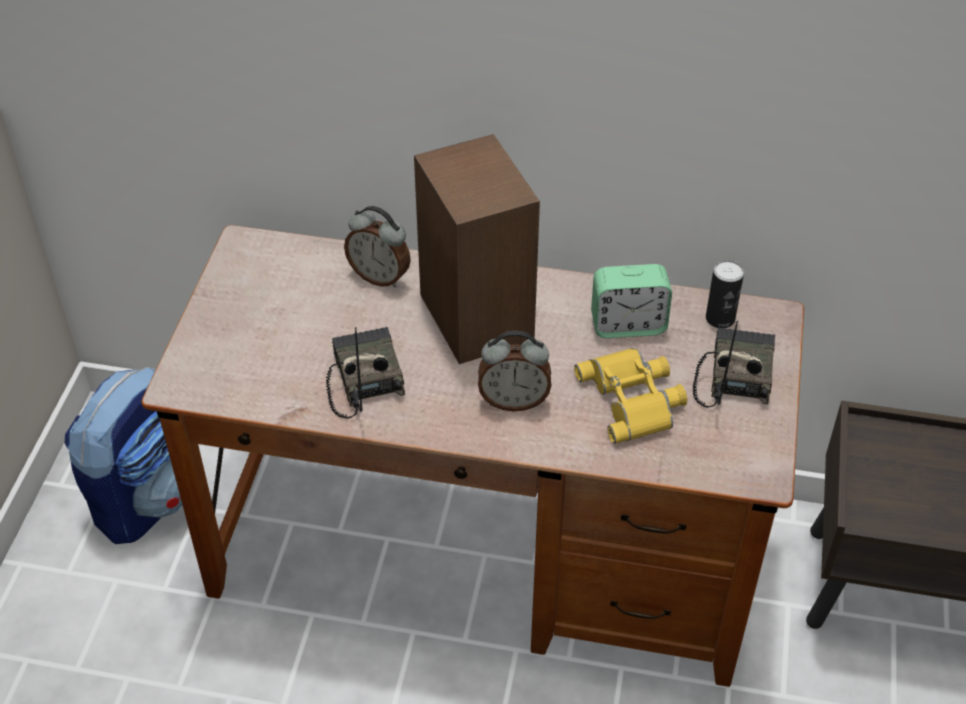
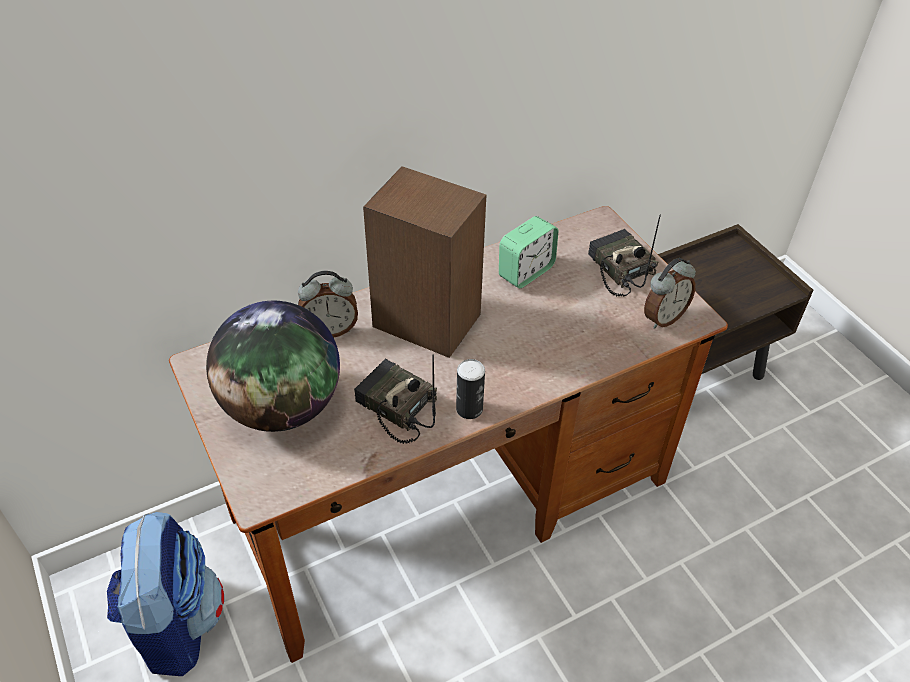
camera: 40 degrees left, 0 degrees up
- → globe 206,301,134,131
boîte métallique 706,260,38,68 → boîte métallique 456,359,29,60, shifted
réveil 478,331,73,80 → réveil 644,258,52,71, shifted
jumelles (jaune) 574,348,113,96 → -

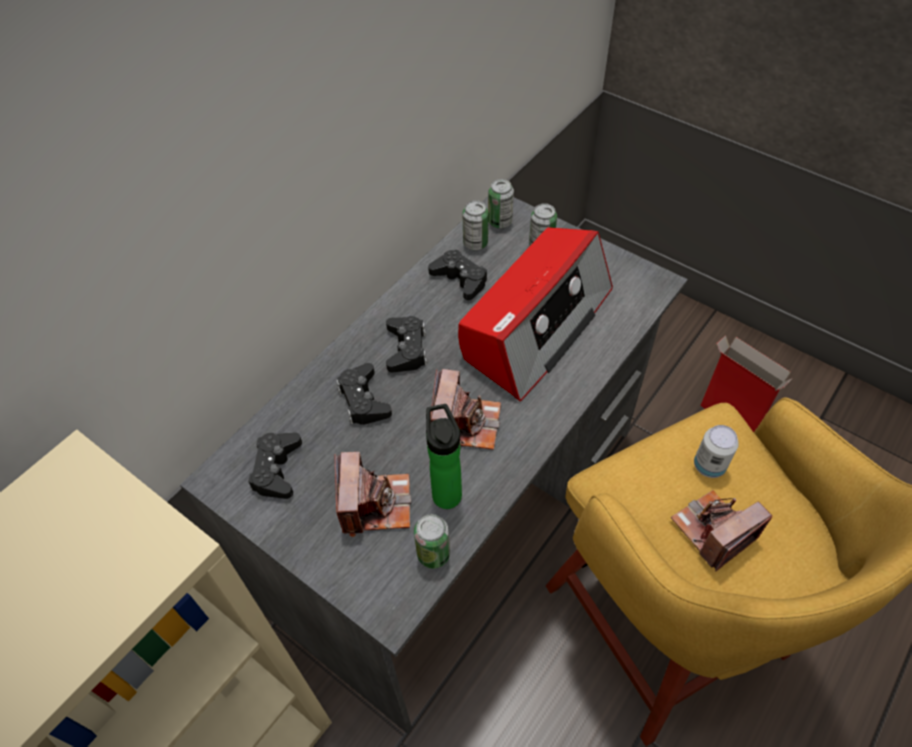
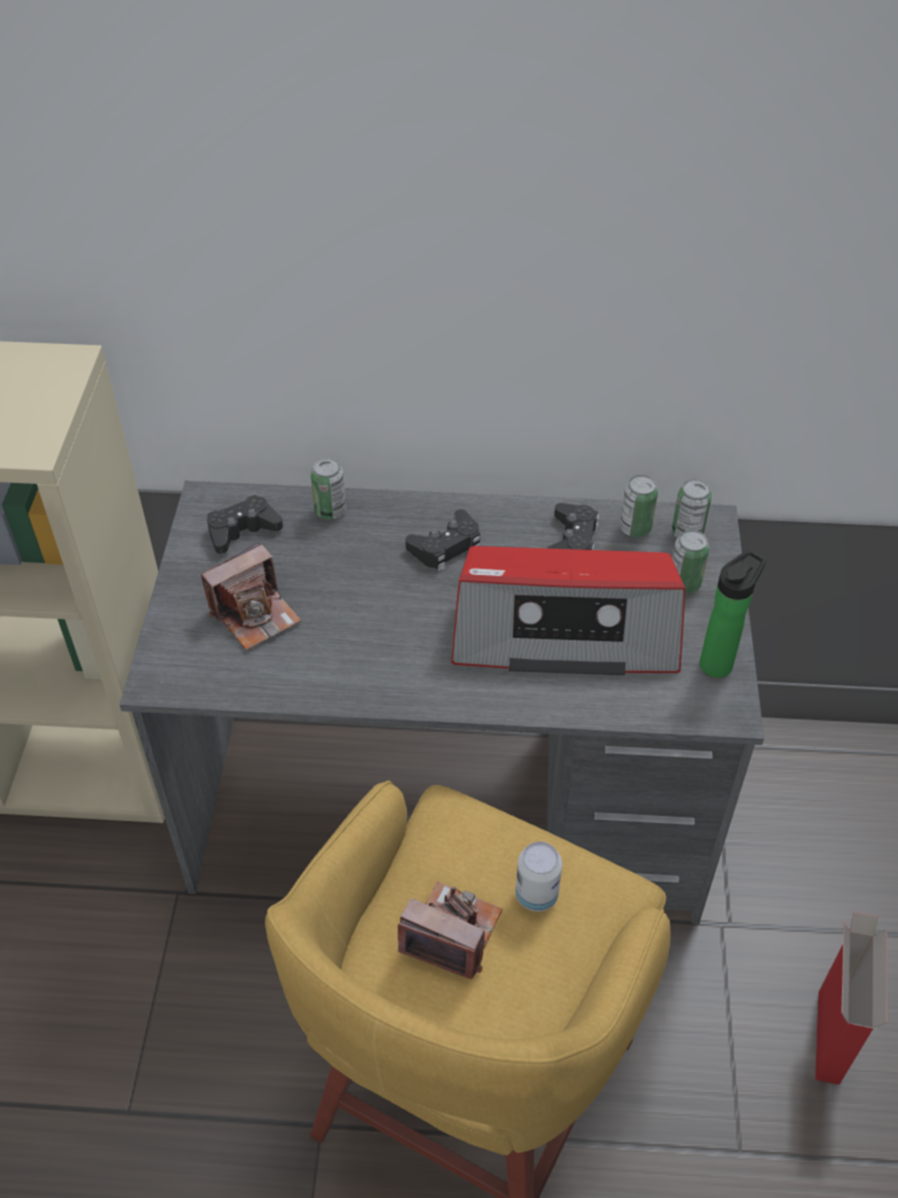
camera: 55 degrees right, 5 degrees down
boîte métallique 414,514,36,55 → boîte métallique 311,458,35,62, shifted
bouteille 426,404,36,105 → bouteille 700,549,67,129, shifted
manette (noir) 336,363,56,62 → -
appareil photo 430,369,71,81 → -

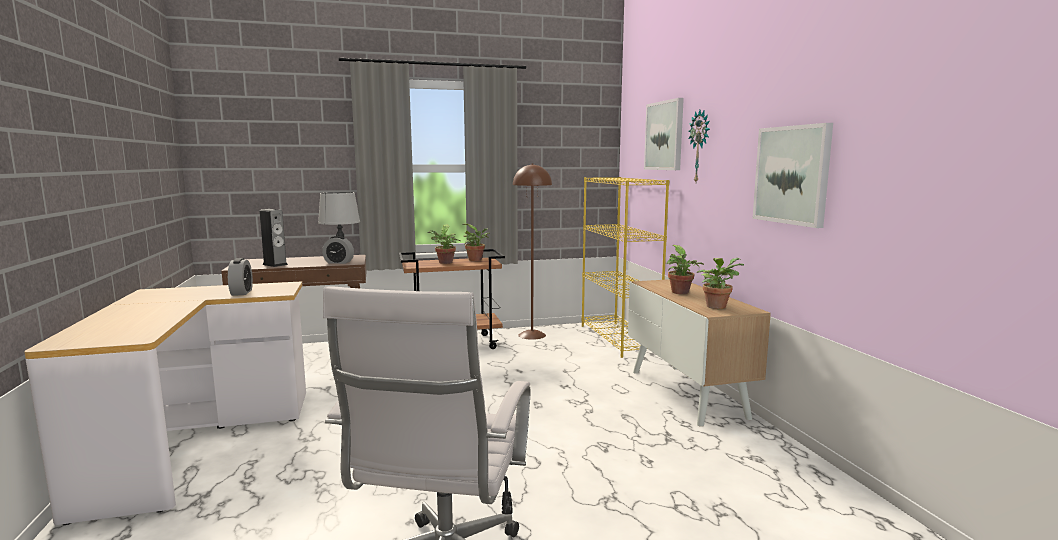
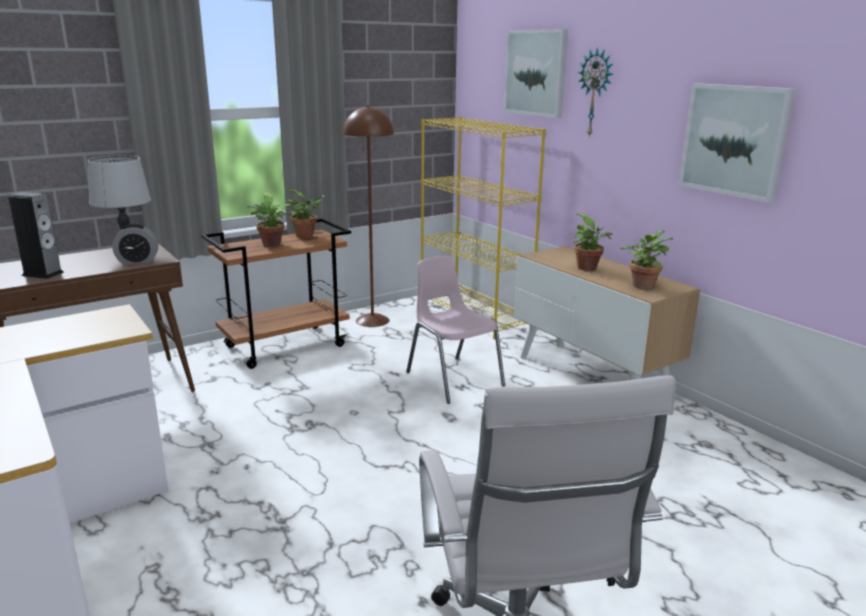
camera: 20 degrees left, 10 degrees up
- → chaise (rose) 406,256,99,148
réveil 228,258,25,38 → -

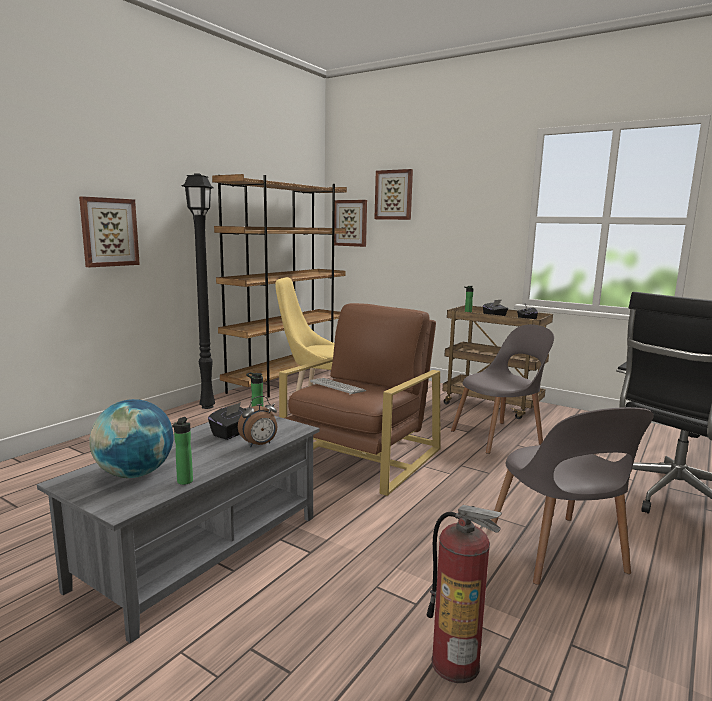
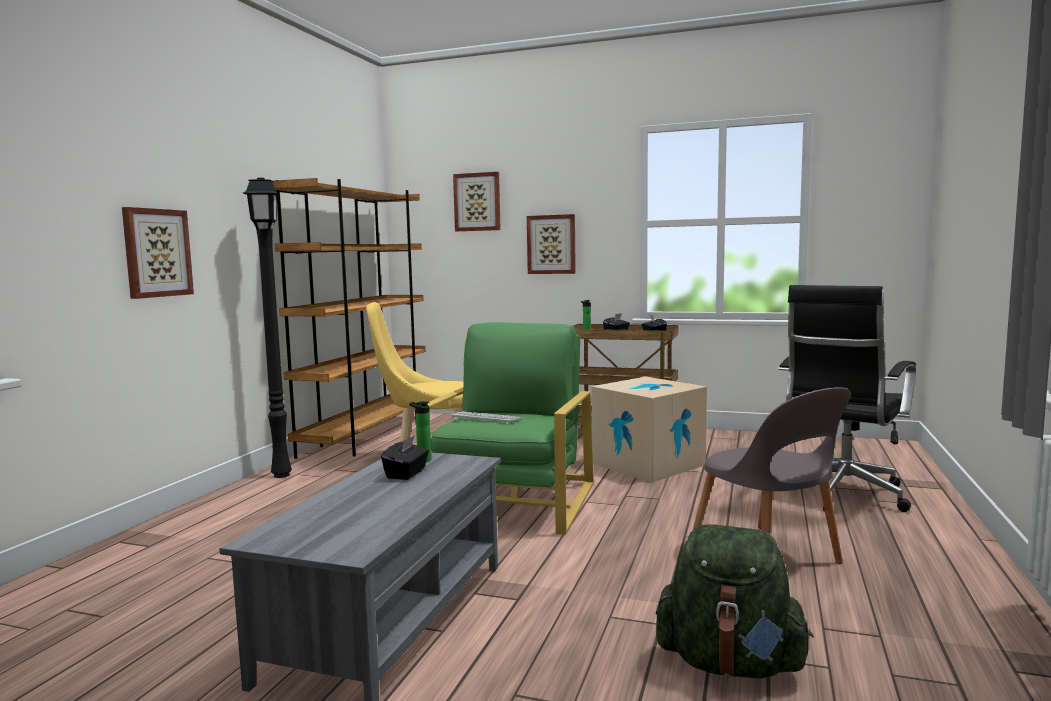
camera: 15 degrees left, 5 degrees down
fauteuil (marron) 279,303,162,193 → fauteuil (vert) 415,322,179,213
tableau 334,200,33,47 → tableau 527,214,49,60, shifted
chaise (gris) 451,324,103,130 → carton 592,376,115,106
extincteur 427,505,75,178 → sac à dos (vert) 656,524,158,155
globe 89,399,84,79 → -
bouteille 172,417,21,68 → -
réveil 238,396,39,51 → -

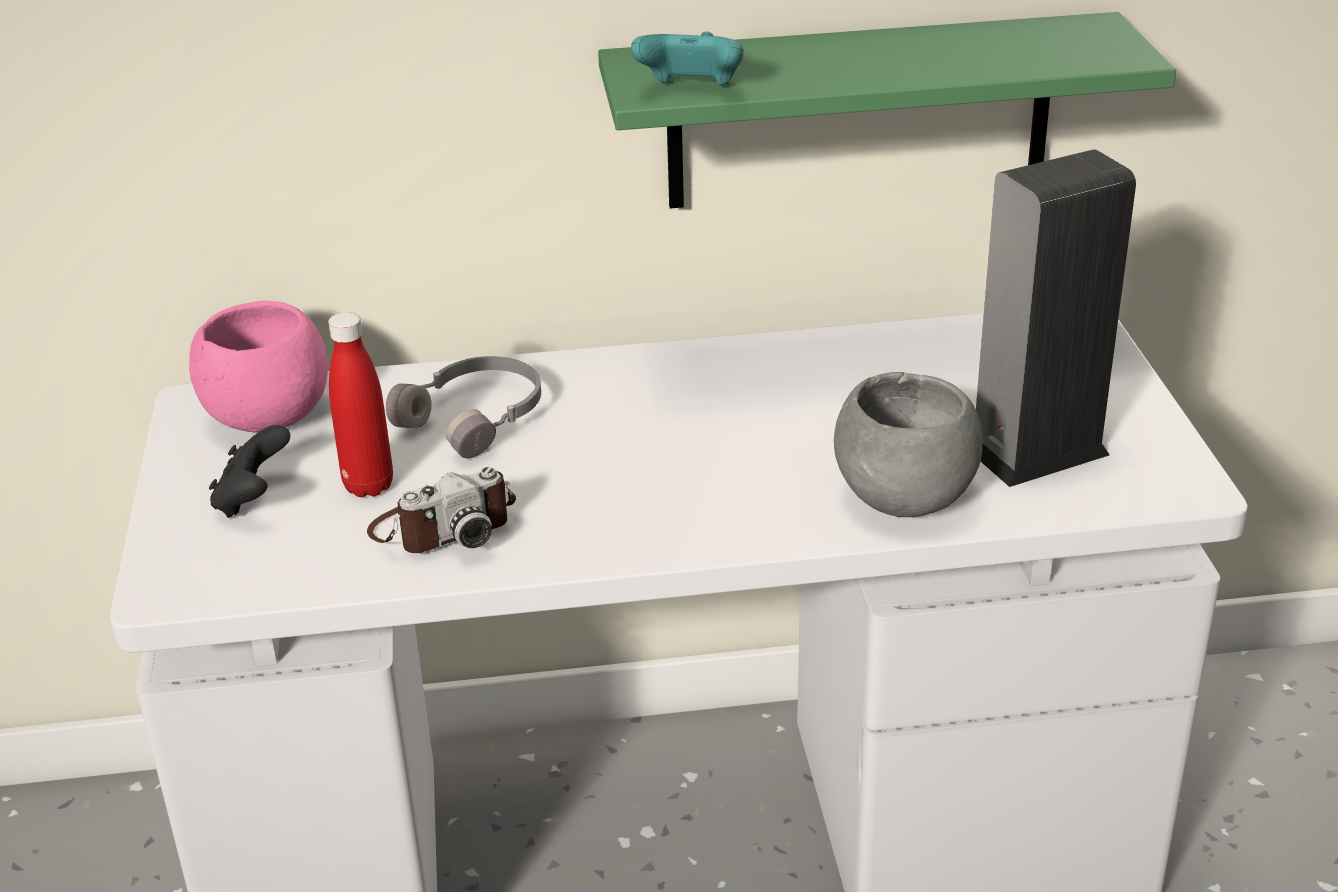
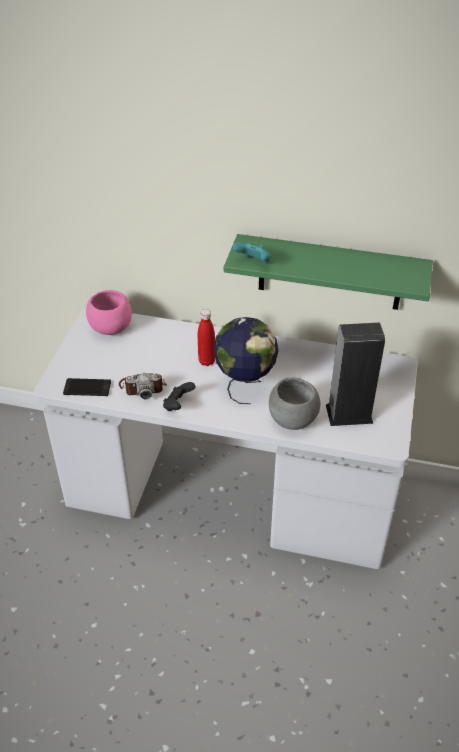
camera: 20 degrees right, 10 degrees up
- → téléphone 63,378,48,18
manette (noir) 209,425,81,93 → manette (noir) 163,382,33,29, shifted
bouteille (rouge) 328,312,65,185 → bouteille (rouge) 198,309,17,57, shifted
- → globe 214,317,64,87
casque audio (gris) 386,356,155,102 → -

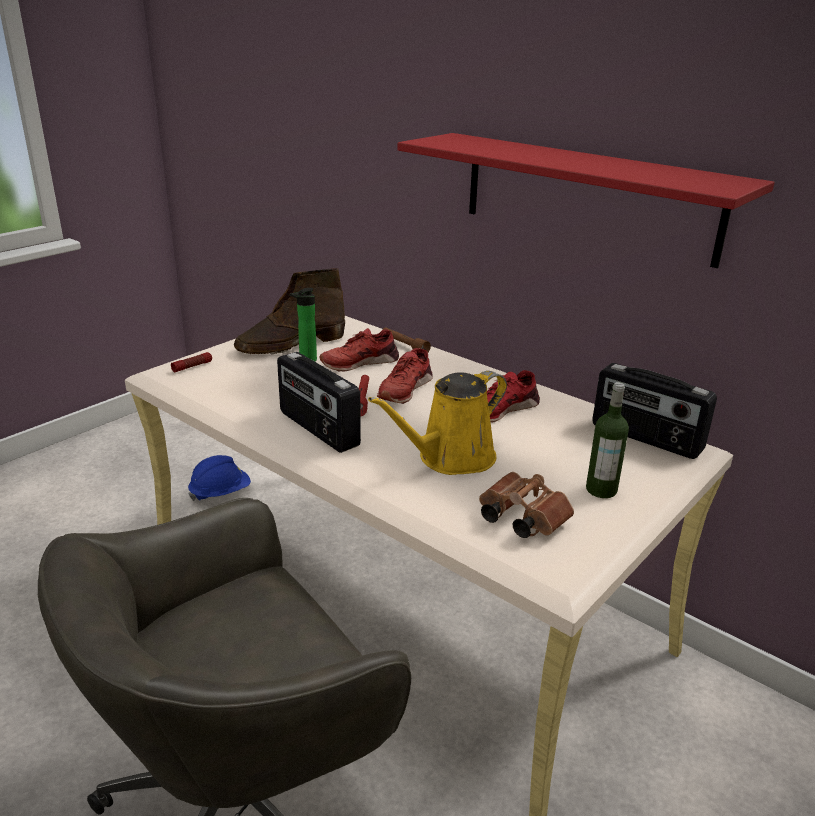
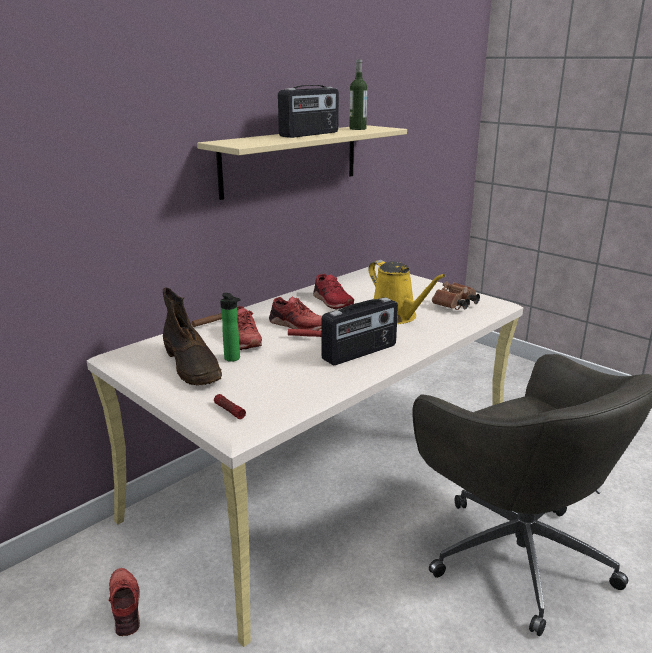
camera: 85 degrees left, 5 degrees down
casque de chantier (bleu) 188,455,63,46 → chaussure (rouge) 109,568,31,68
étagère (rouge) 397,133,378,135 → étagère (beige) 197,125,210,75
radio 592,363,125,96 → radio 278,85,61,53, shifted
bouteille 586,382,43,116 → bouteille 349,59,18,71, shifted

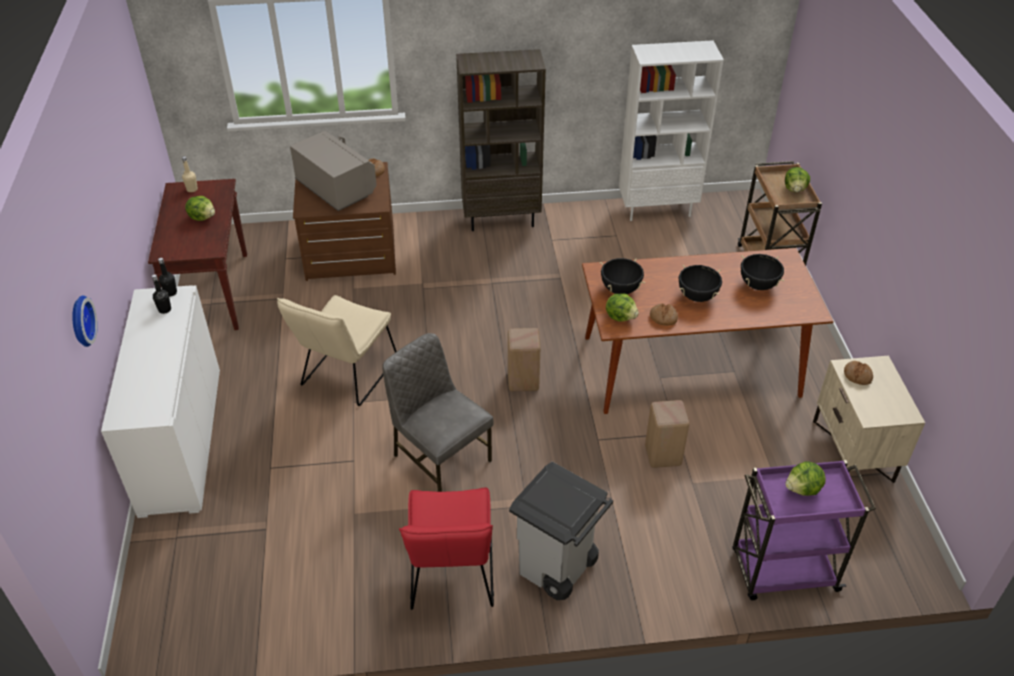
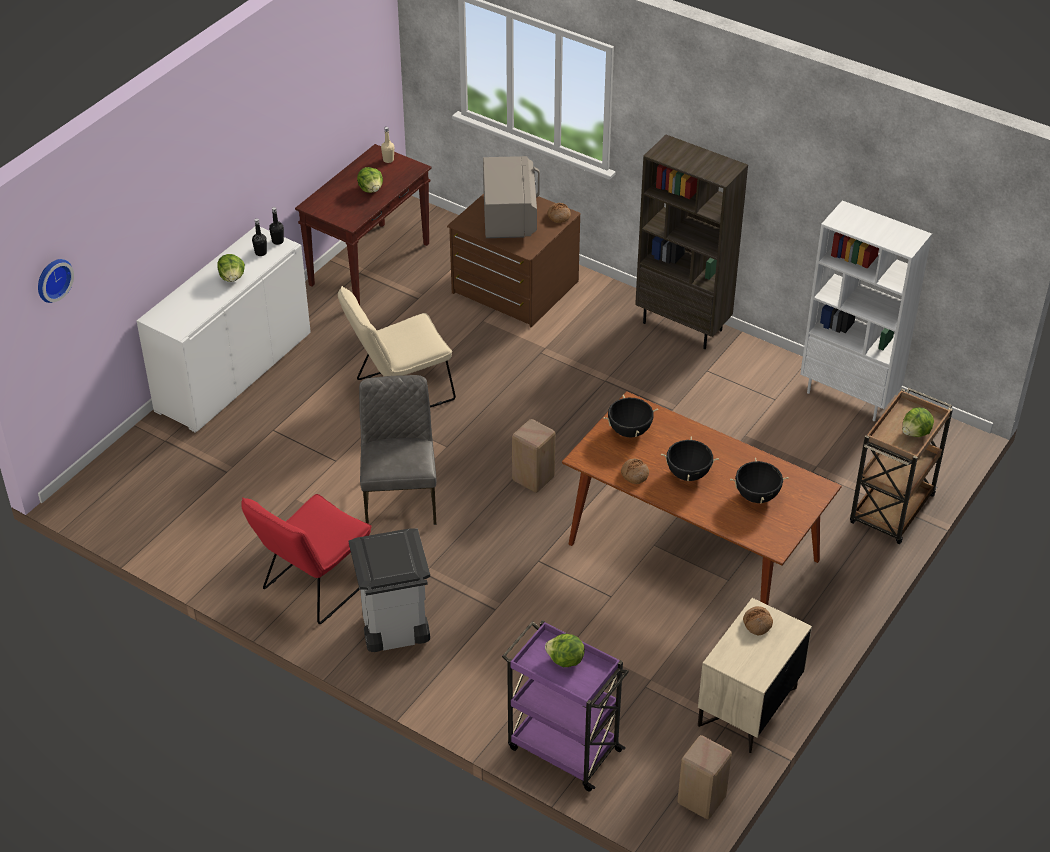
camera: 40 degrees right, 0 degrees up
horloge murale 72,295,26,52 → horloge murale 38,259,36,44, shifted
laitue 606,293,33,29 → laitue 217,254,28,28, shifted
tabouret (beige) 645,400,45,68 → tabouret (beige) 677,735,55,84, shifted

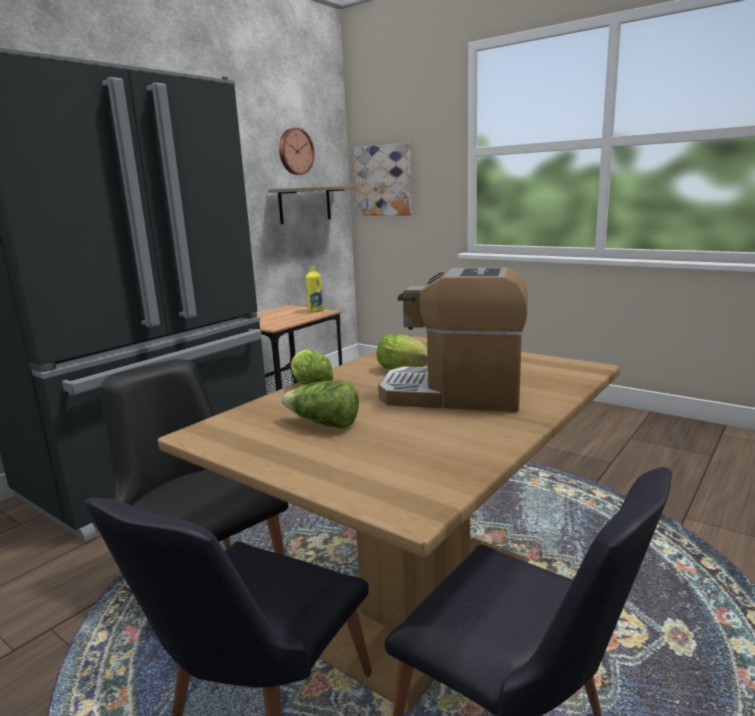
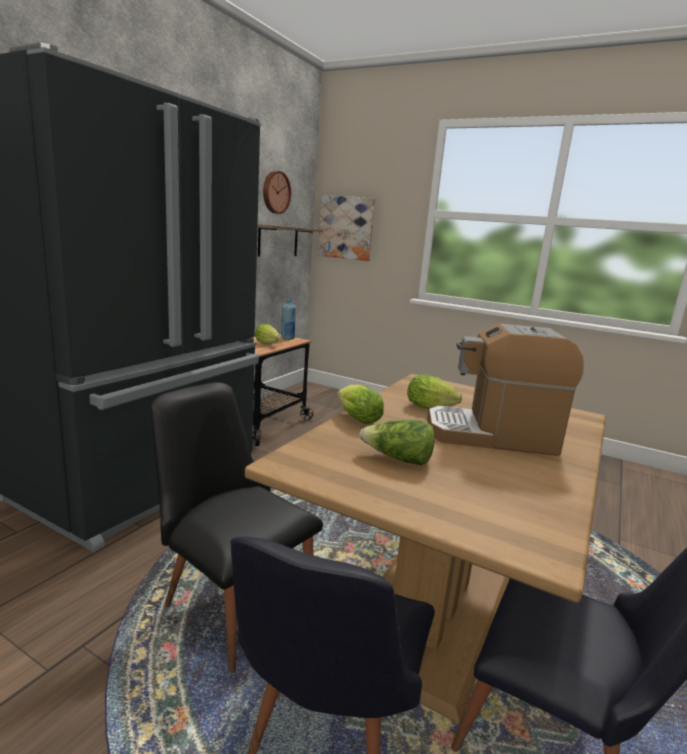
camera: 10 degrees left, 0 degrees up
- → laitue 255,324,25,20
bouteille (jaune) 306,266,18,46 → bouteille (bleu) 281,298,15,42

